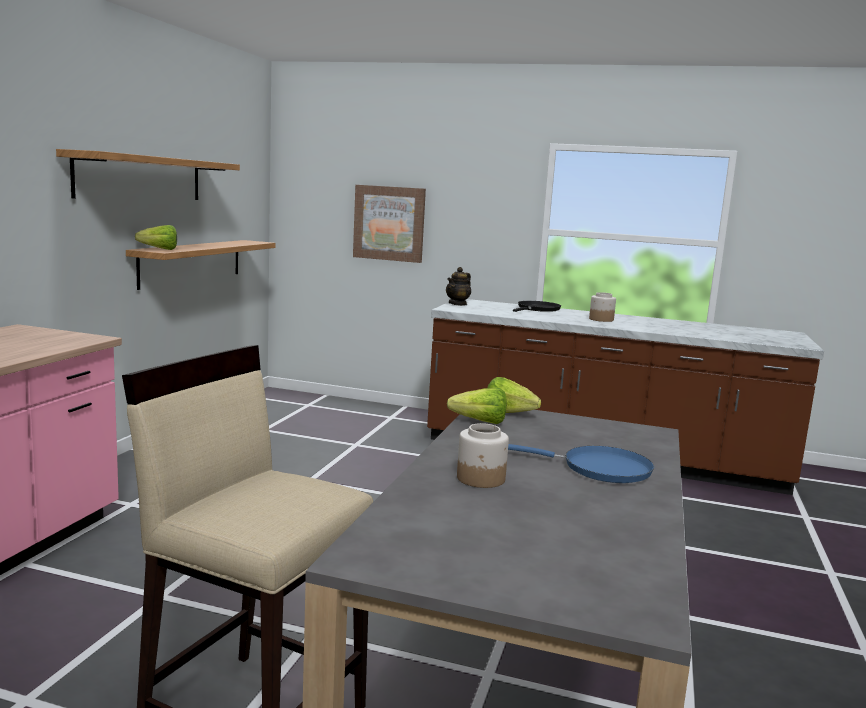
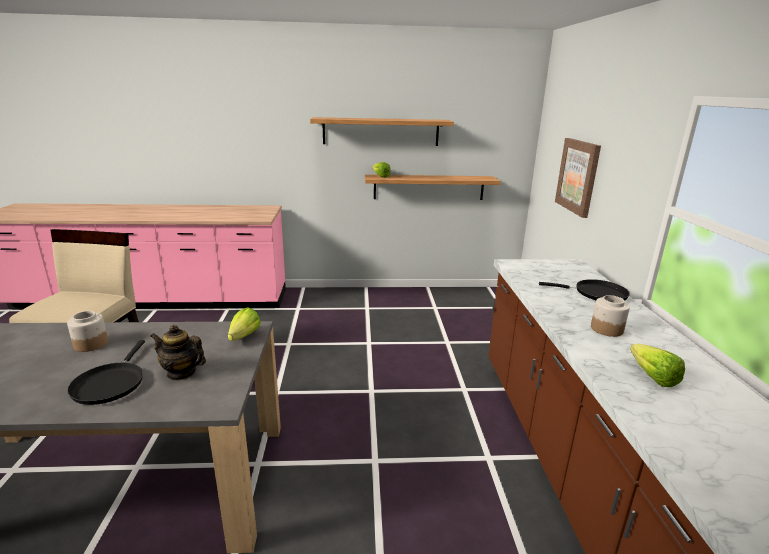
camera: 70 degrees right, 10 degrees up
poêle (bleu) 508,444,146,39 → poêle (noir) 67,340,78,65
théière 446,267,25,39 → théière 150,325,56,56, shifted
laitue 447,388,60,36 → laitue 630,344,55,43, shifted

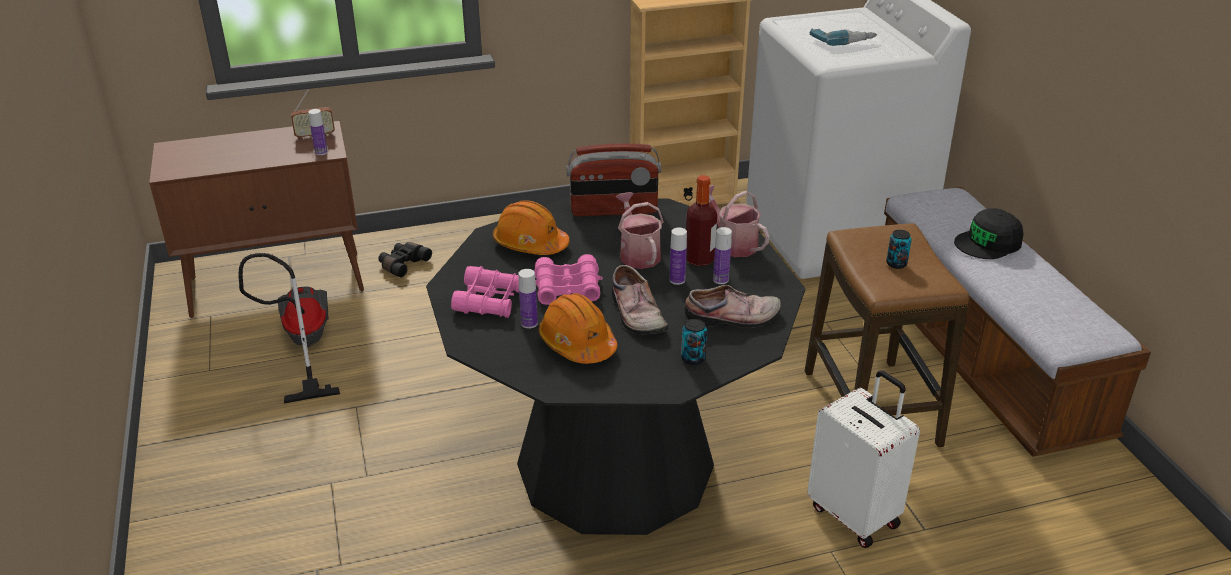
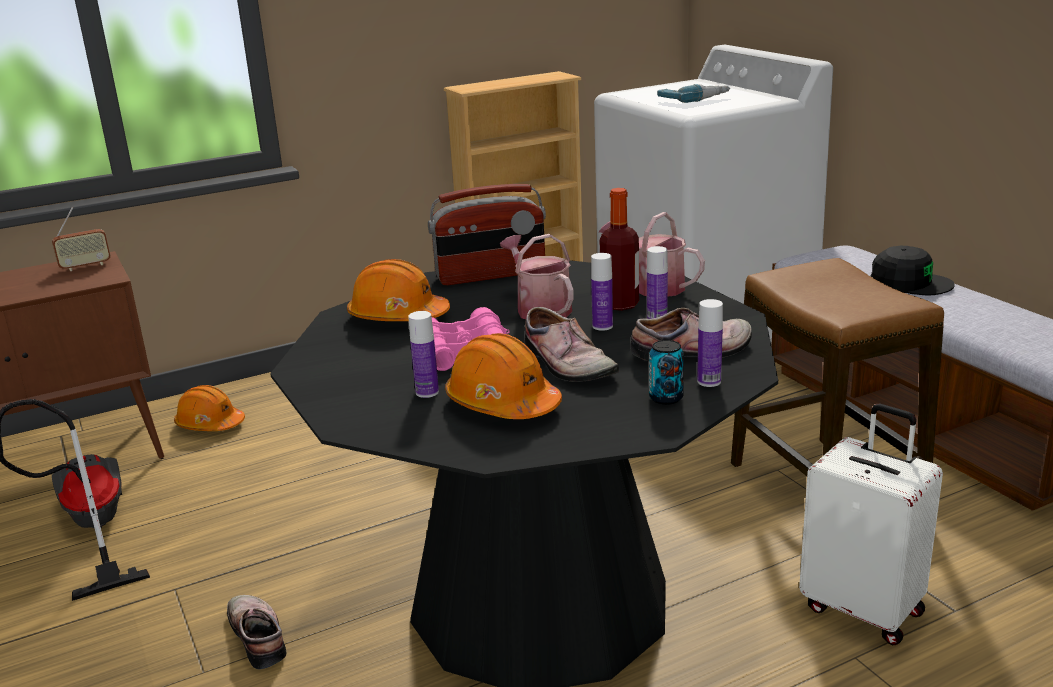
camera: 10 degrees left, 10 degrees down
jumelles (noir) 378,242,54,36 → casque de chantier (orange) 174,385,71,46
- → chaussure 227,595,59,74
bouteille 308,109,20,46 → bouteille 697,299,26,88, shifted
casquette (noir) 954,208,70,51 → casquette (noir) 871,246,84,49, 120 degrees counterclockwise
jumelles (rose) 451,266,68,52 → -
boîte métallique 886,230,26,39 → -

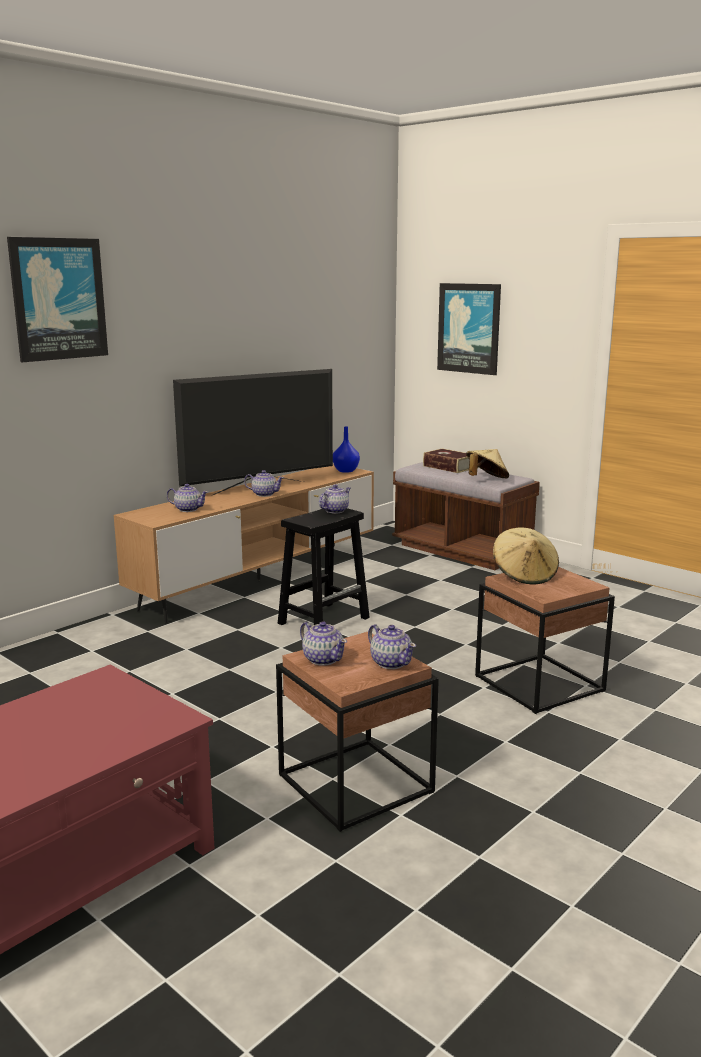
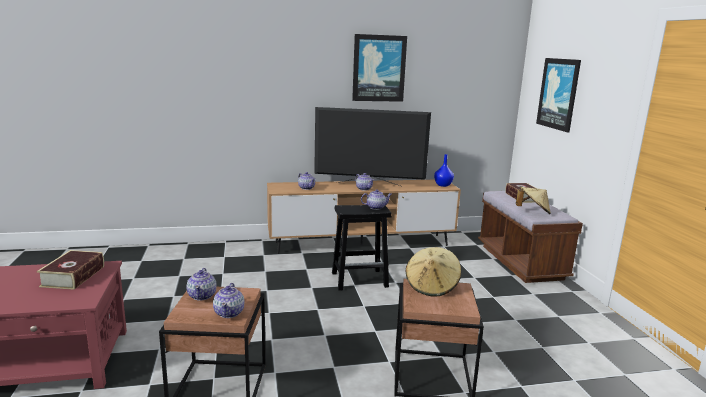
camera: 35 degrees right, 0 degrees up
- → livre 37,250,67,40
tableau 7,237,101,125 → tableau 352,34,55,68, shifted

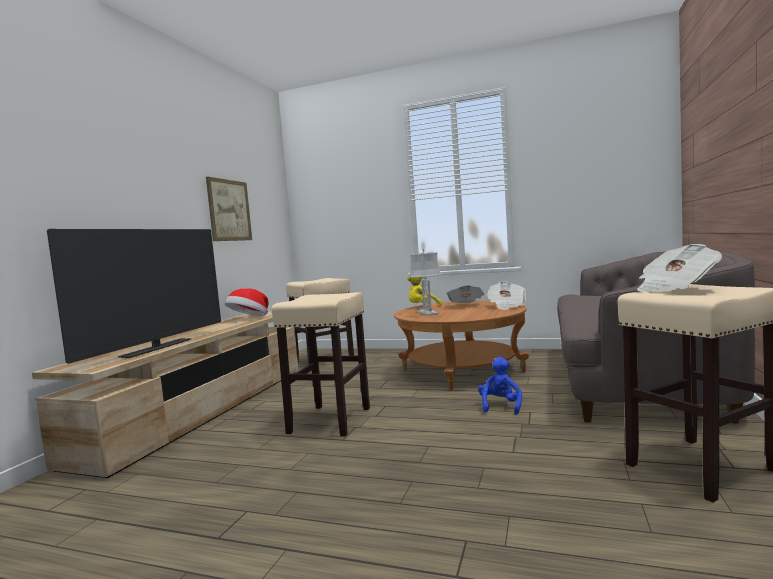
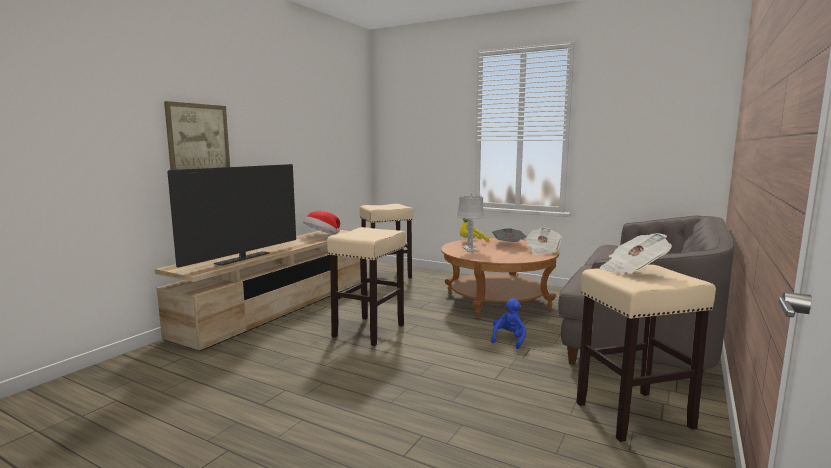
camera: 10 degrees right, 5 degrees up
tableau 206,177,46,64 → tableau 164,101,66,69, shifted

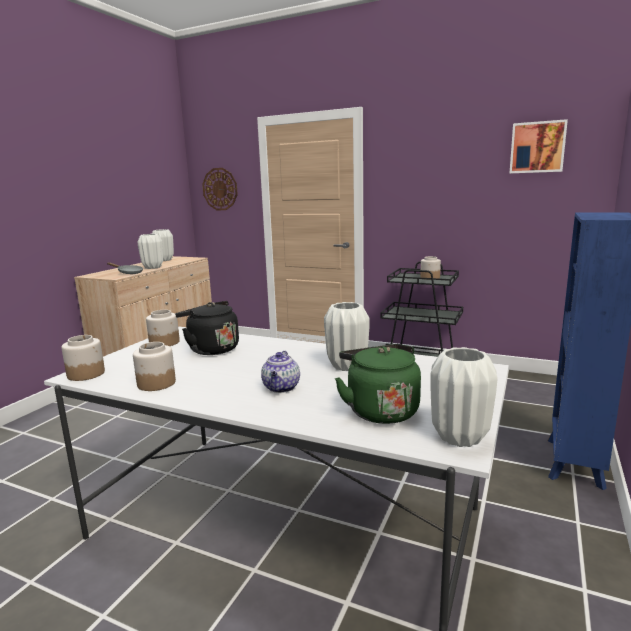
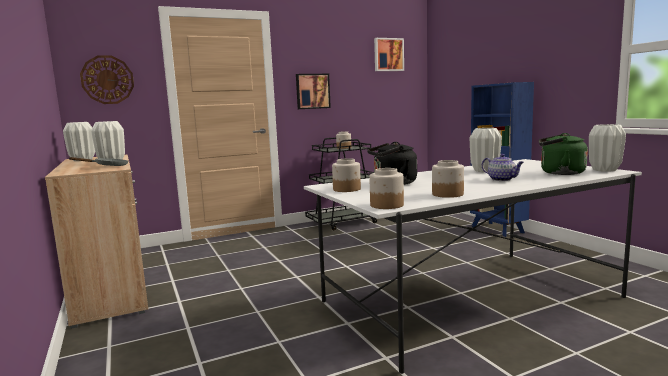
camera: 50 degrees left, 5 degrees down
- → tableau 296,74,35,35

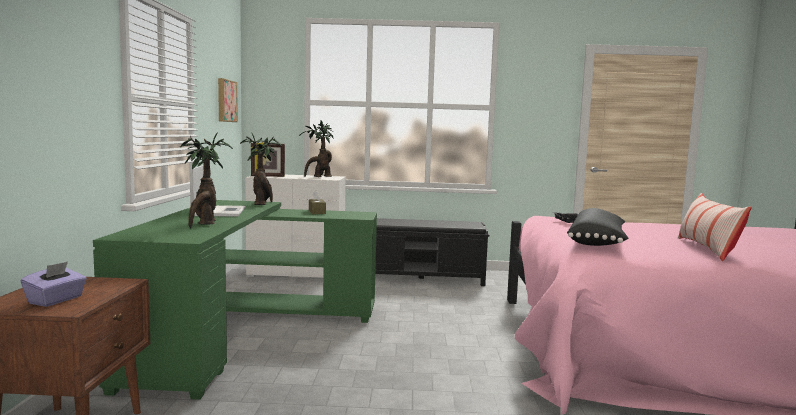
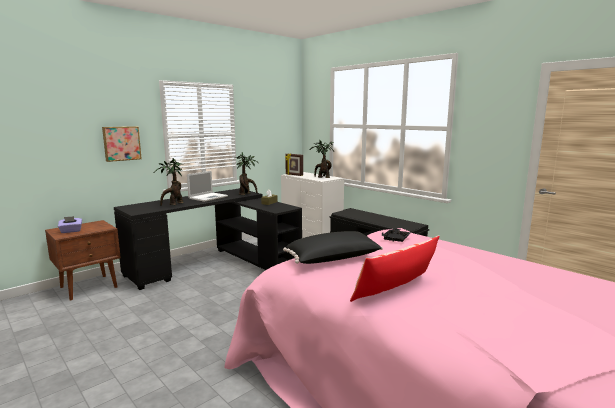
camera: 45 degrees right, 5 degrees up
tableau 218,78,20,44 → tableau 102,126,40,36, shifted
bureau (vert) 93,200,284,200 → bureau (noir) 114,189,188,101

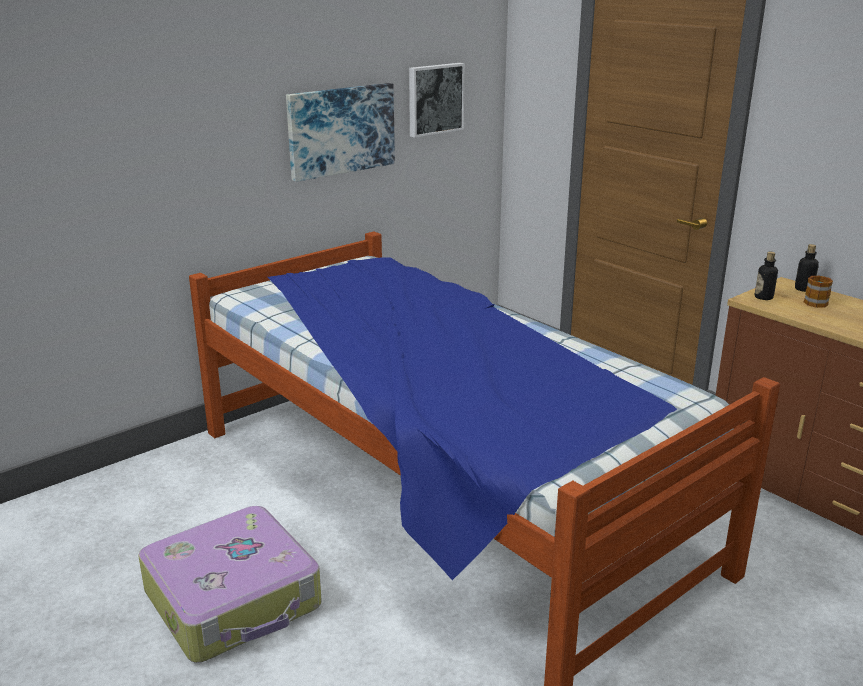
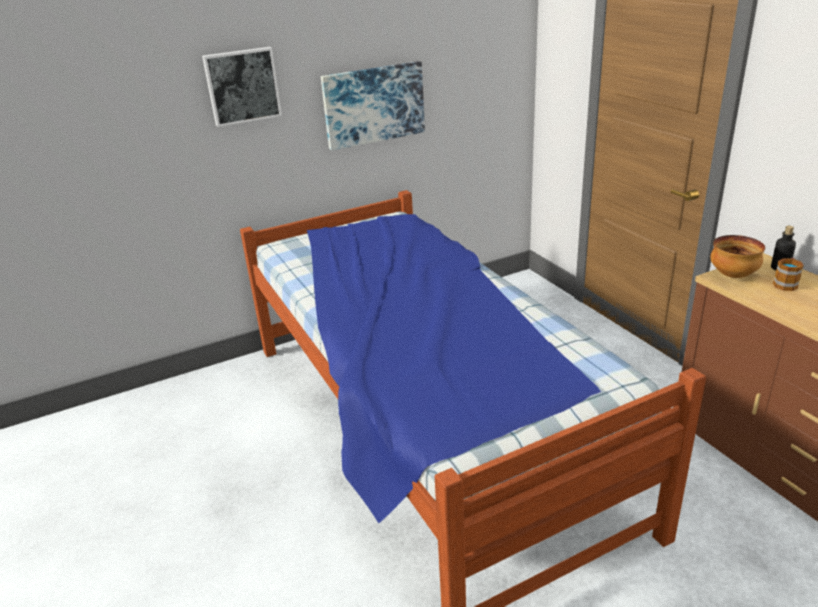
camera: 15 degrees right, 5 degrees up
tableau 409,63,56,75 → tableau 202,47,80,80, shifted
bouteille 755,252,23,48 → bol 710,235,55,43
valise 138,506,183,157 → -

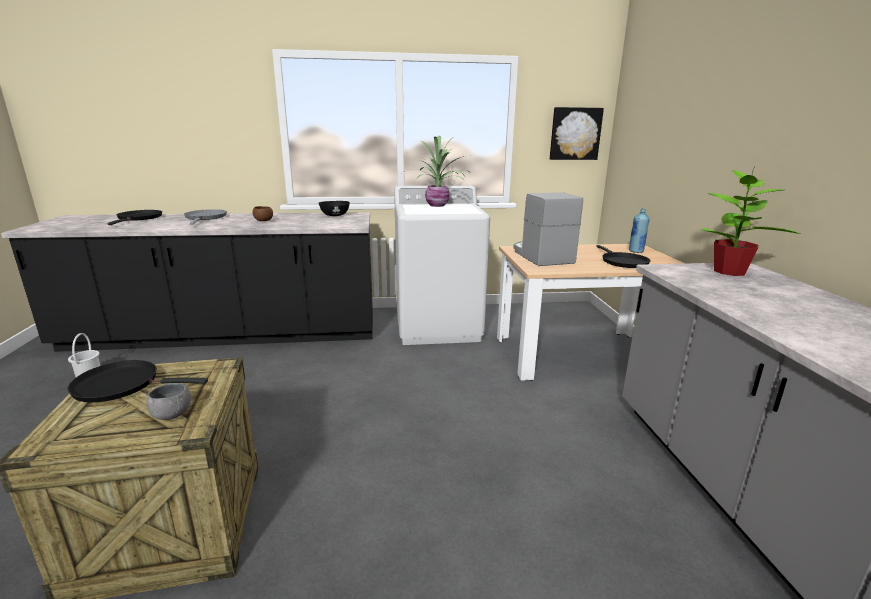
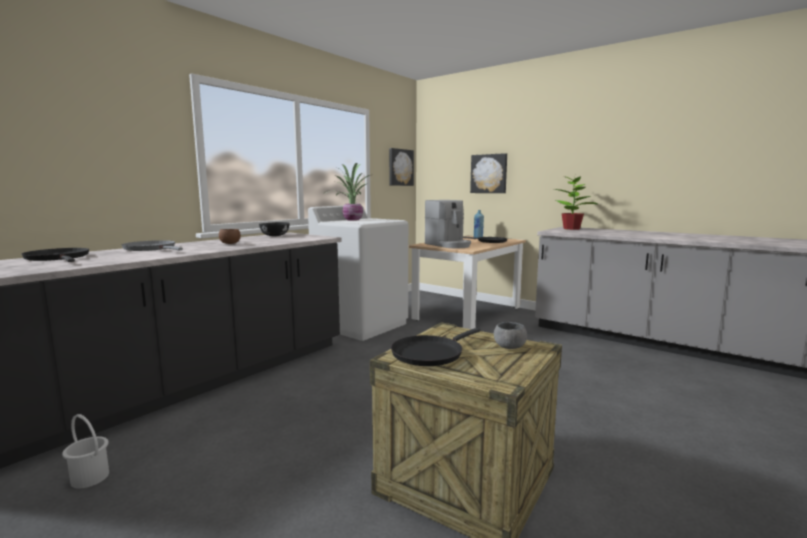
camera: 45 degrees left, 10 degrees down
machine à café 513,192,70,74 → machine à café 425,200,46,48, 150 degrees counterclockwise
- → tableau 470,153,37,40

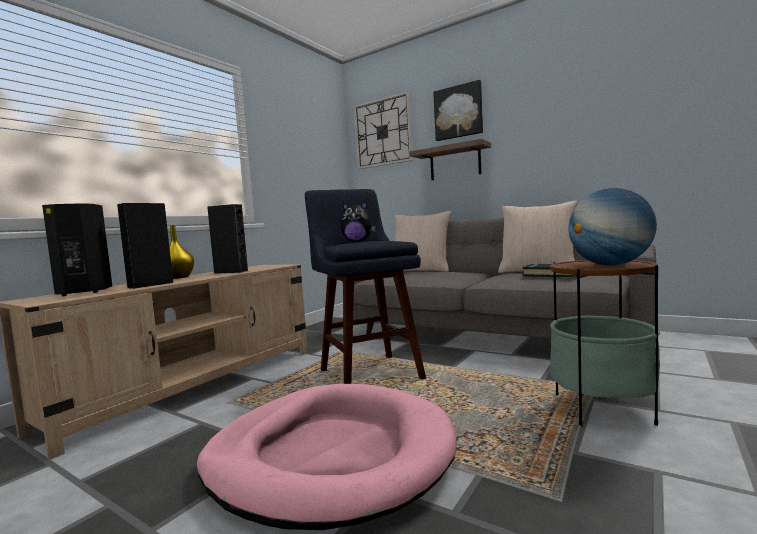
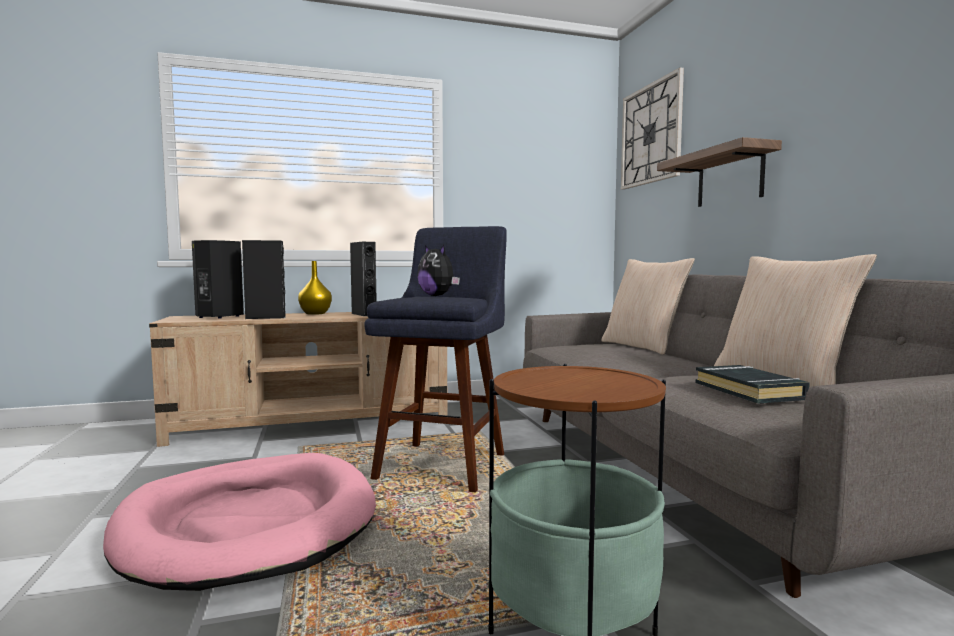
camera: 40 degrees right, 0 degrees up
tableau 433,80,50,61 → -
globe 568,188,89,77 → -

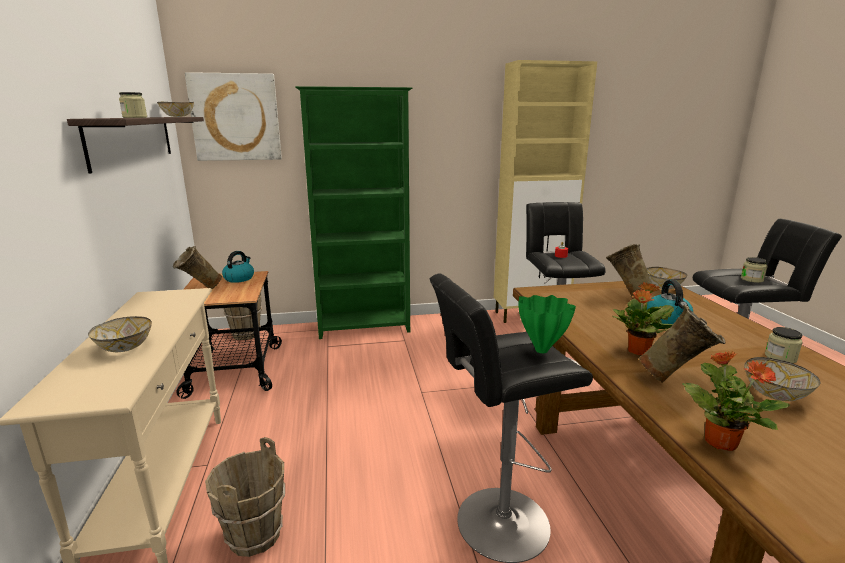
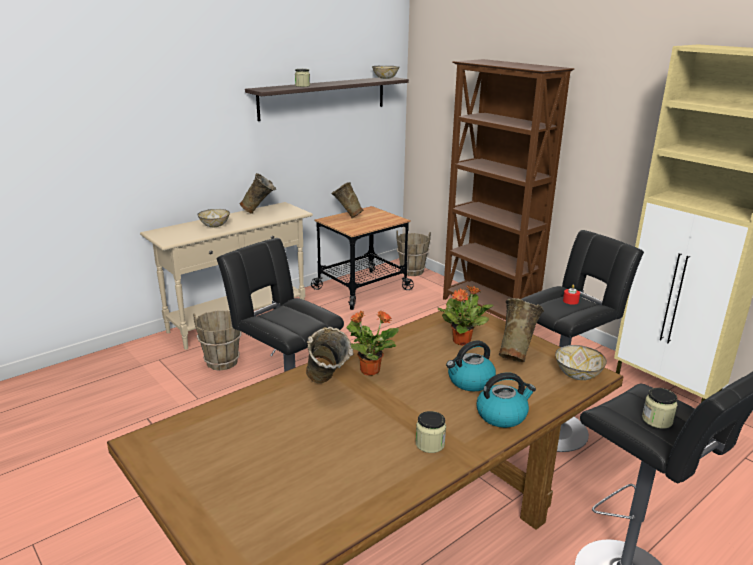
camera: 60 degrees right, 5 degrees up
- → vase (beige) 240,173,36,41
plante en pot 682,351,108,100 → plante en pot 437,285,57,61, shifted
bibliothèque (vert) 295,86,117,253 → bibliothèque (marron) 443,59,131,261
bouilloire 222,251,32,32 → bouilloire 476,372,60,56, shifted
tableau 185,72,97,89 → -
vase (vert) 518,295,58,58 → -
bol 744,357,76,44 → -

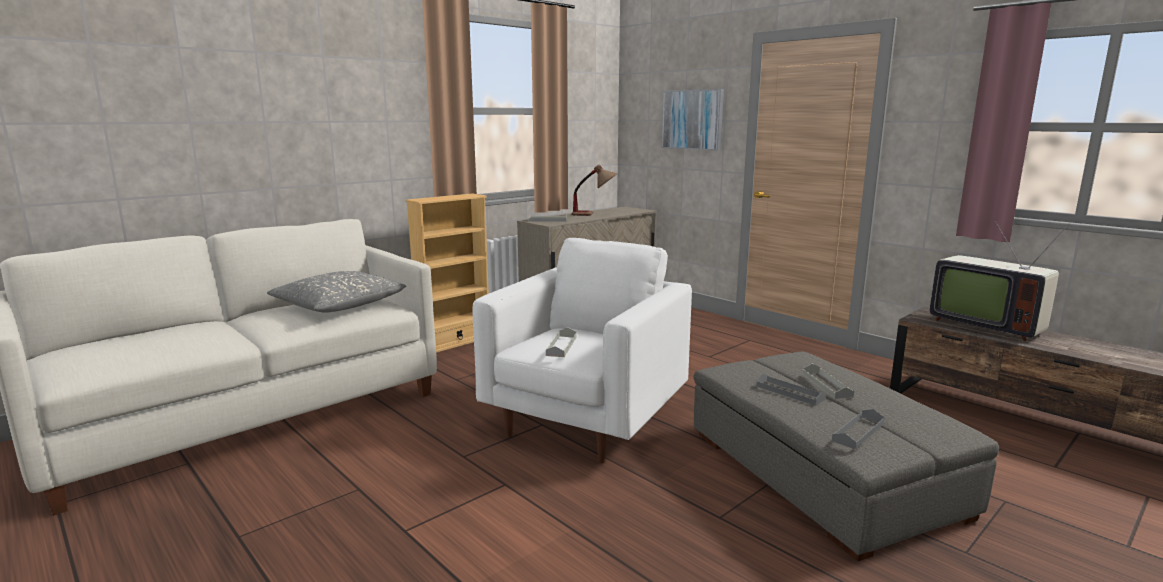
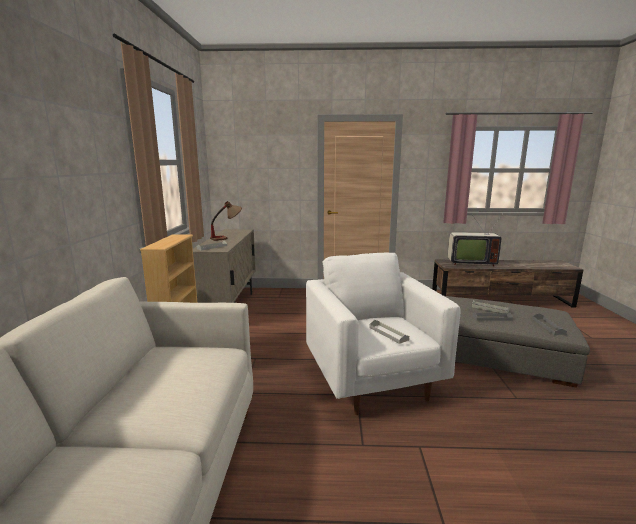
camera: 45 degrees left, 0 degrees up
coussin (gris) 267,271,139,42 → -
tableau 661,89,63,62 → -

